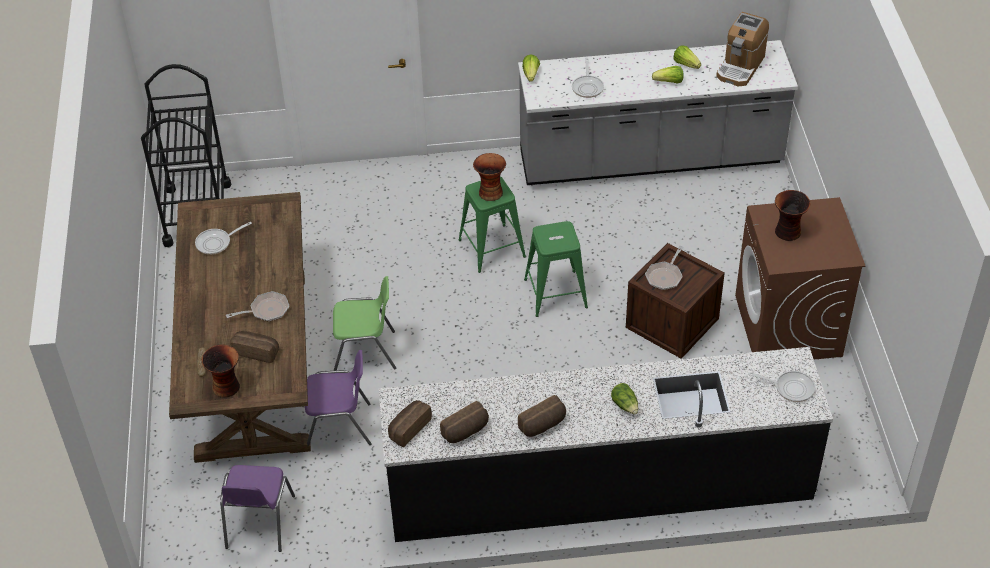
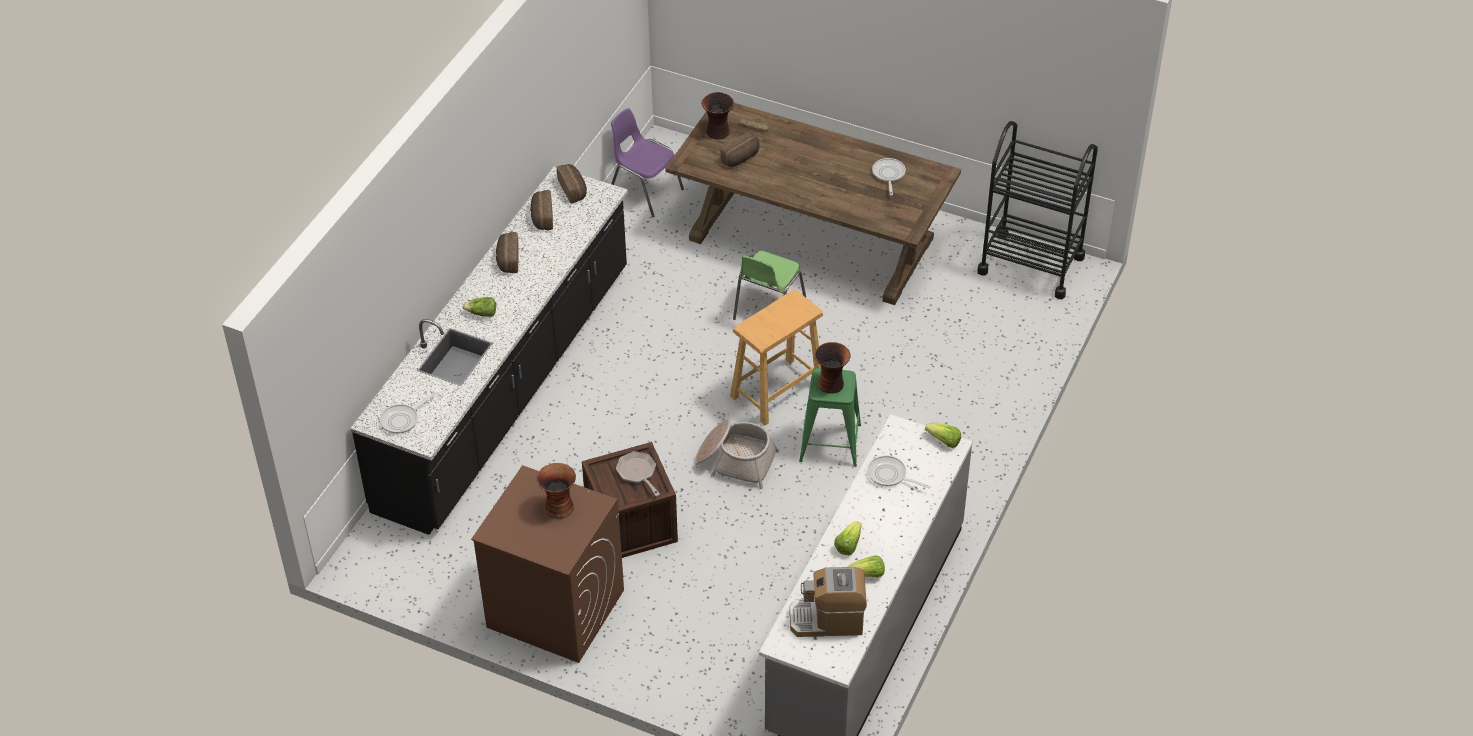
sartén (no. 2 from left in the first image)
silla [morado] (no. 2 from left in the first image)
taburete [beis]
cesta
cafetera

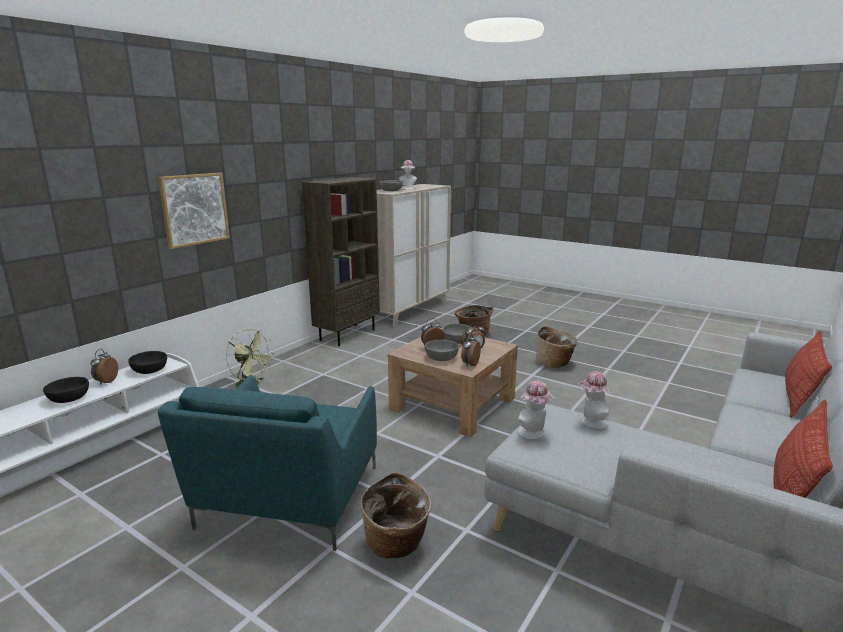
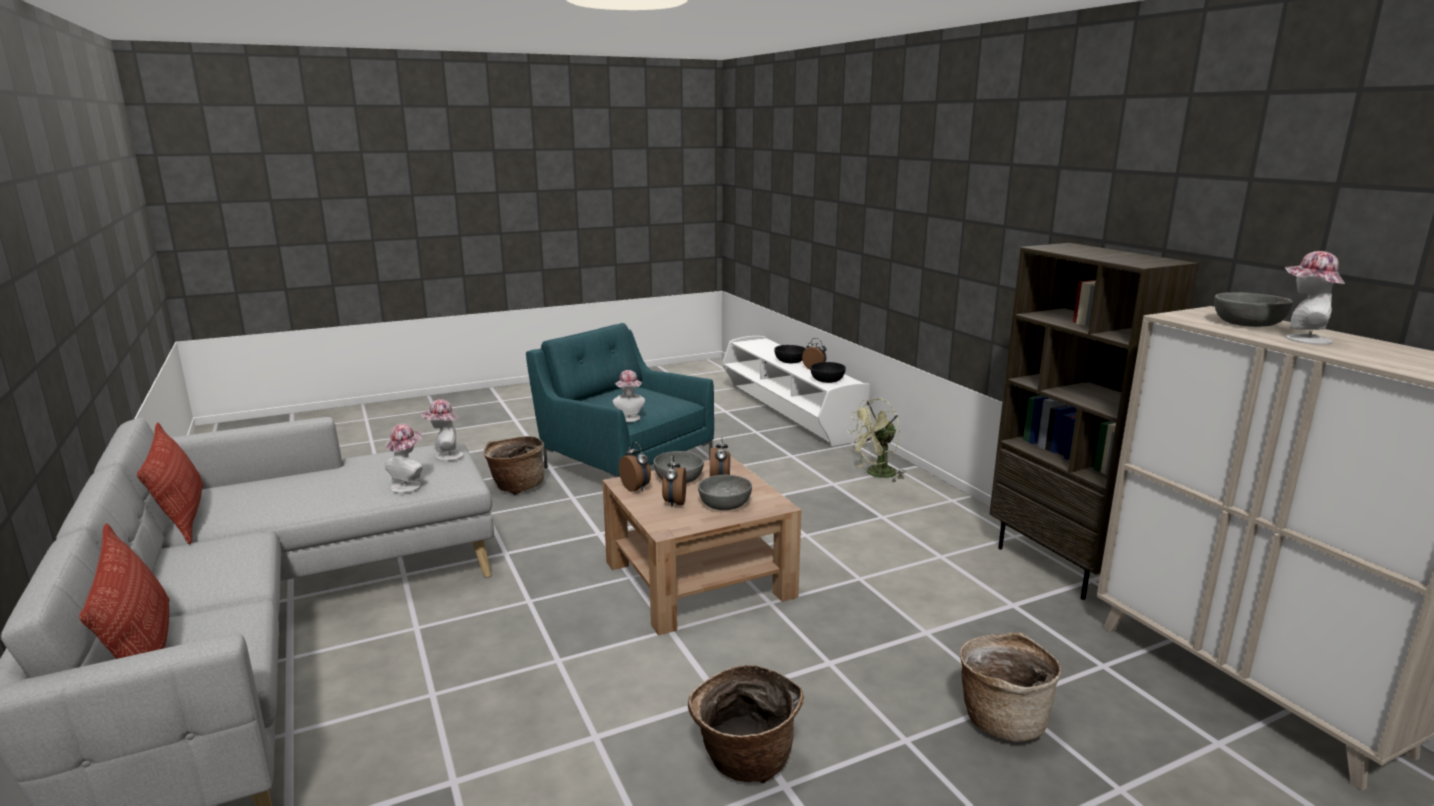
cuadro
sombrero (no. 3 from left)

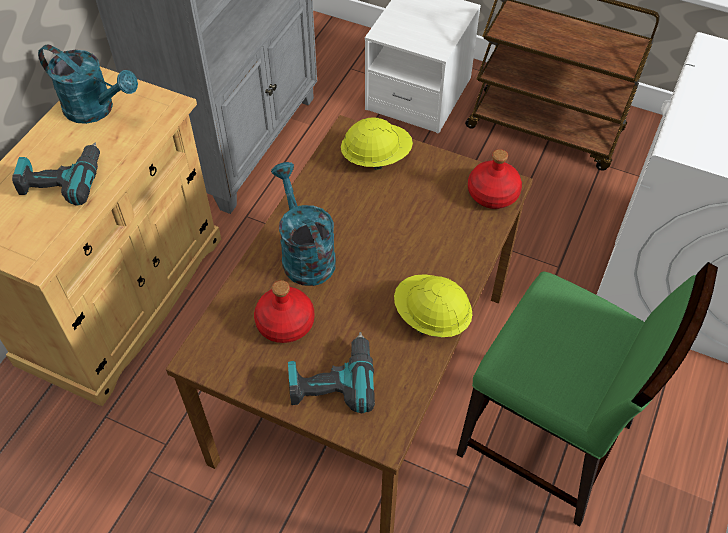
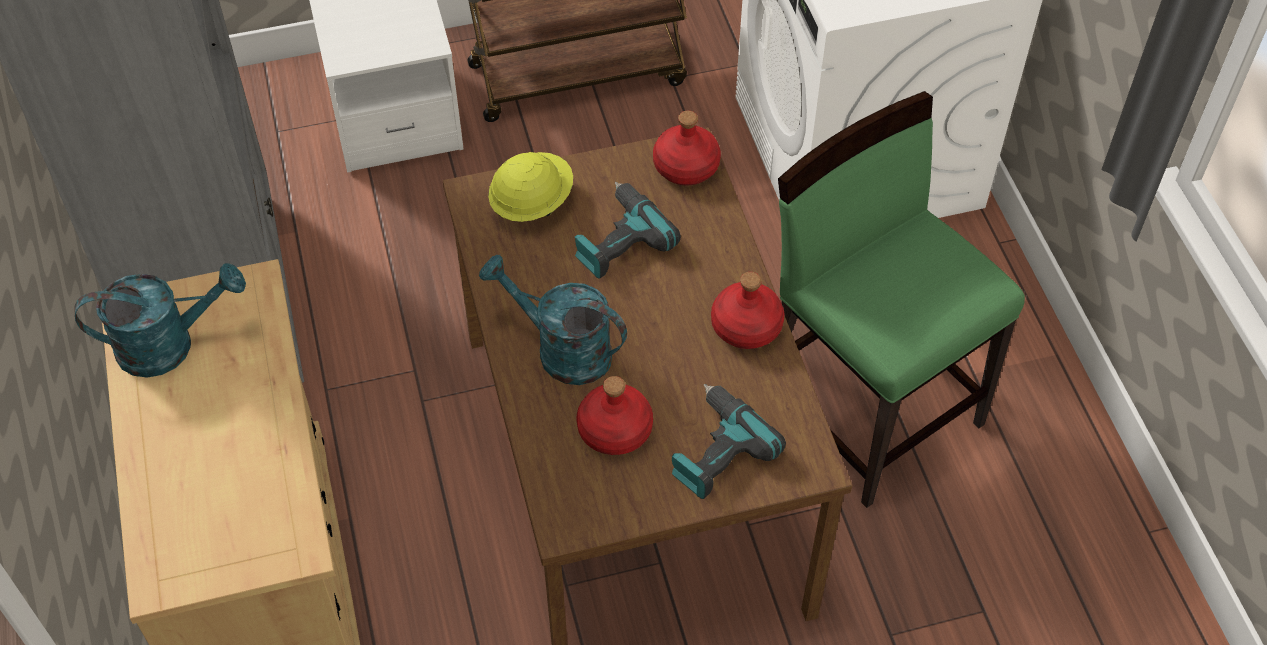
taladro (no. 1 from left)
botella [rojo] (no. 3 from left)
silla [verde]

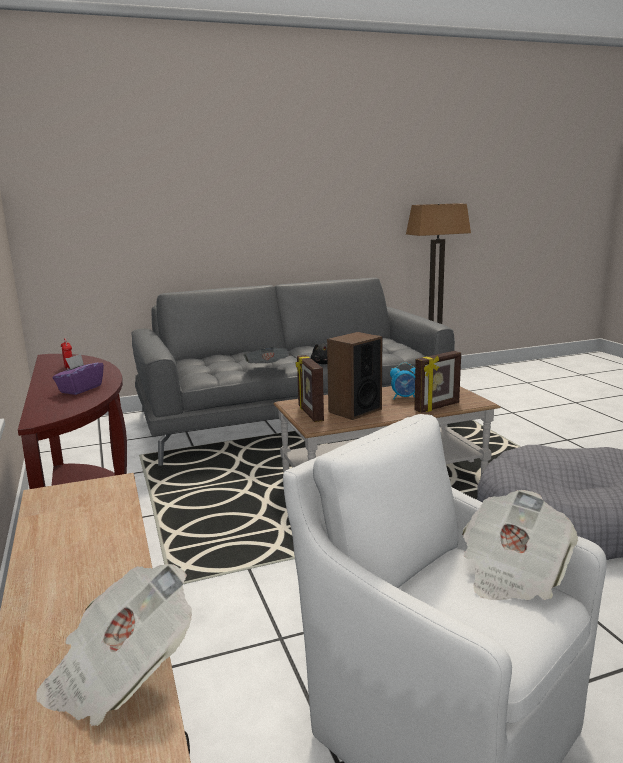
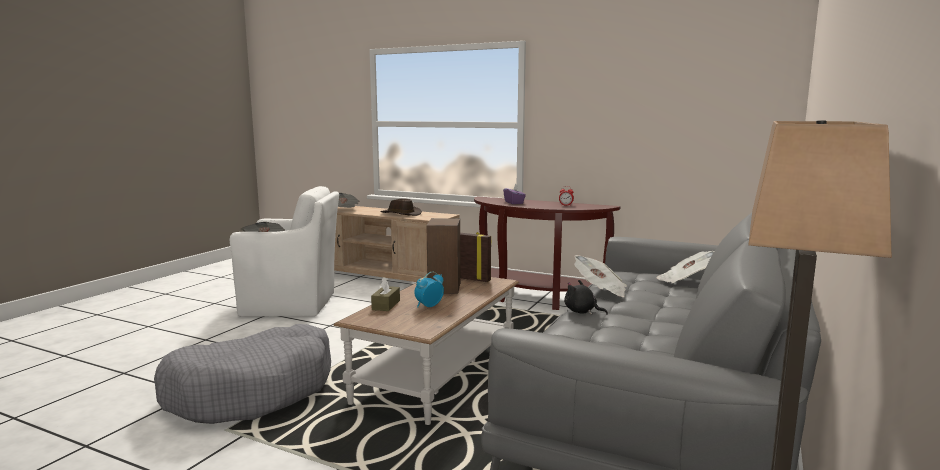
sombrero [marrón]
periódico (no. 4 from left)
caja de pañuelos [marrón]

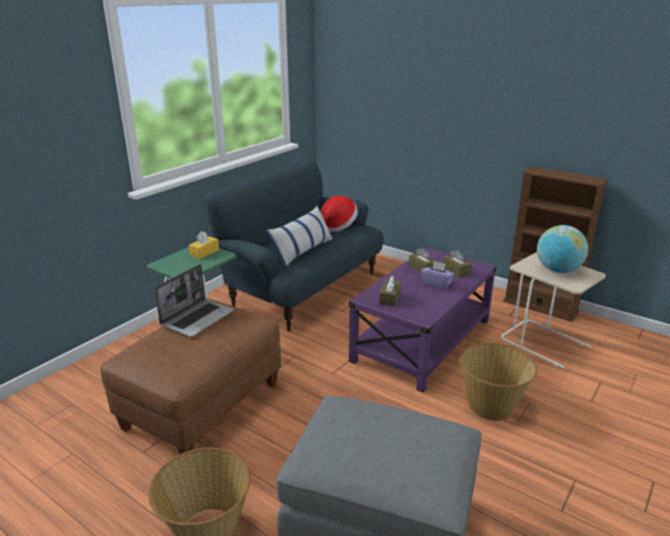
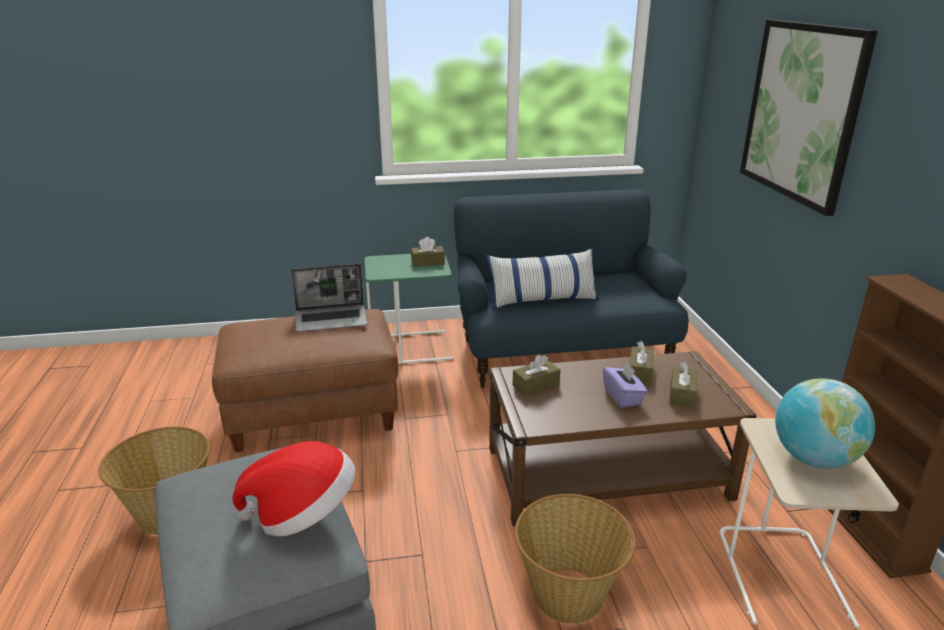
cuadro
sombrero
caja de pañuelos [marrón] (no. 1 from left)
mesa de centro [marrón]

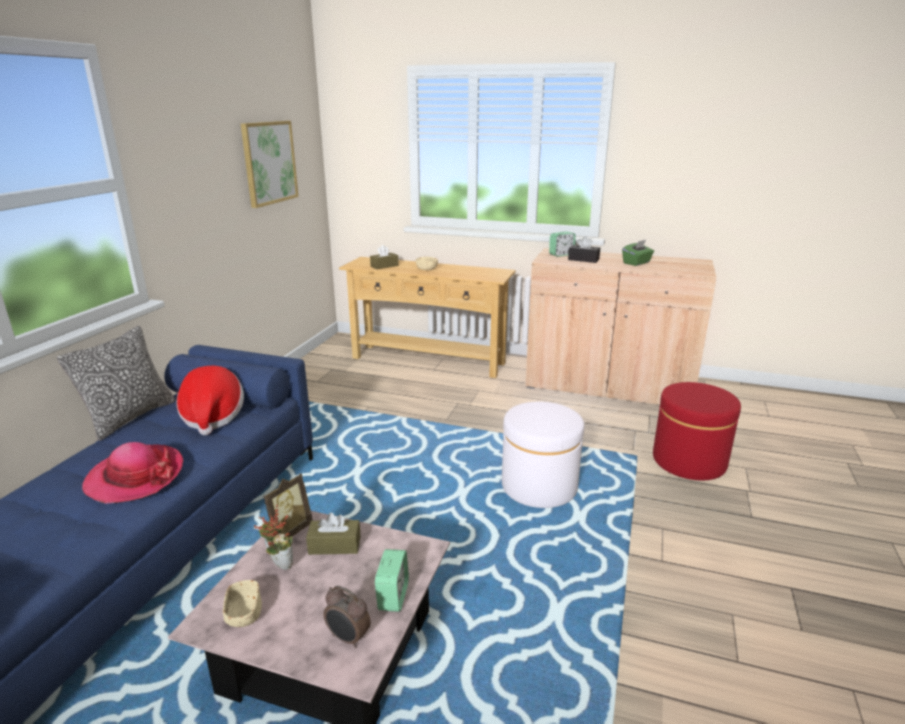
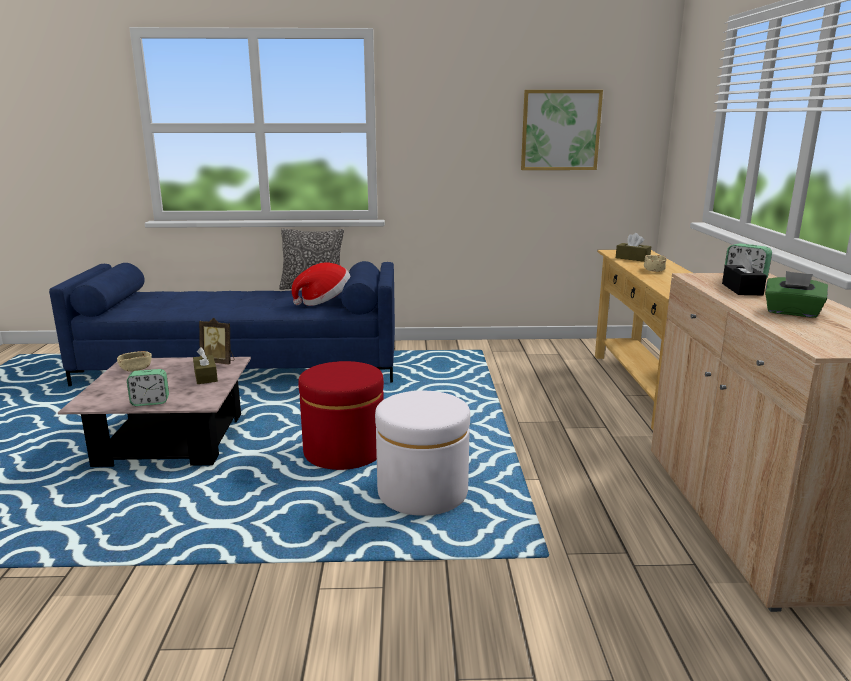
sombrero (no. 1 from left in the first image)
planta en maceta
despertador (no. 1 from left in the first image)
puf [rojo]

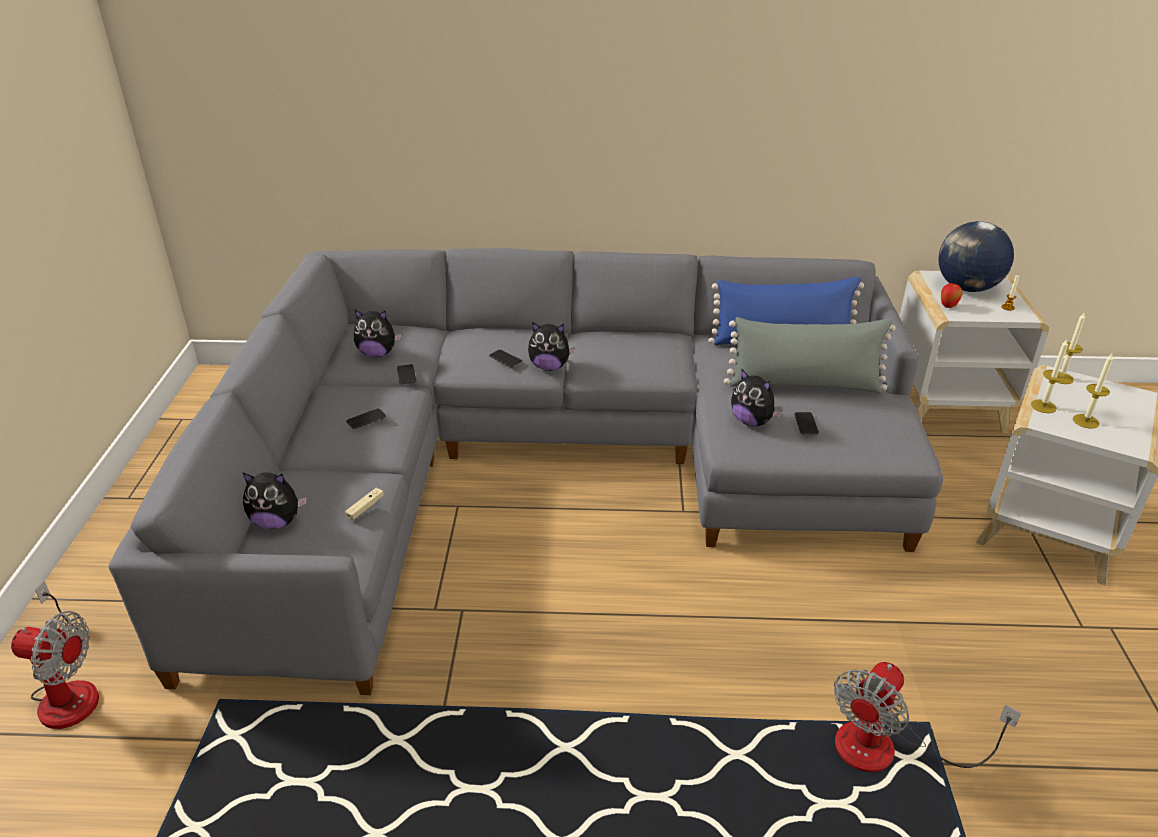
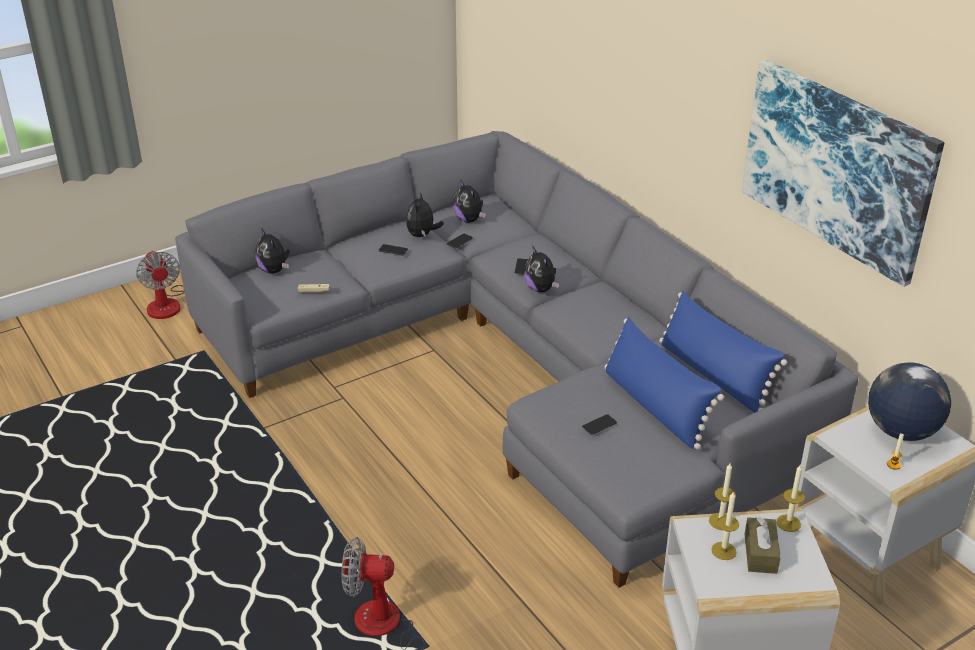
manzana
cuadro
caja de pañuelos [marrón]
peluche (no. 2 from left)
cojín [azul] (no. 1 from left)

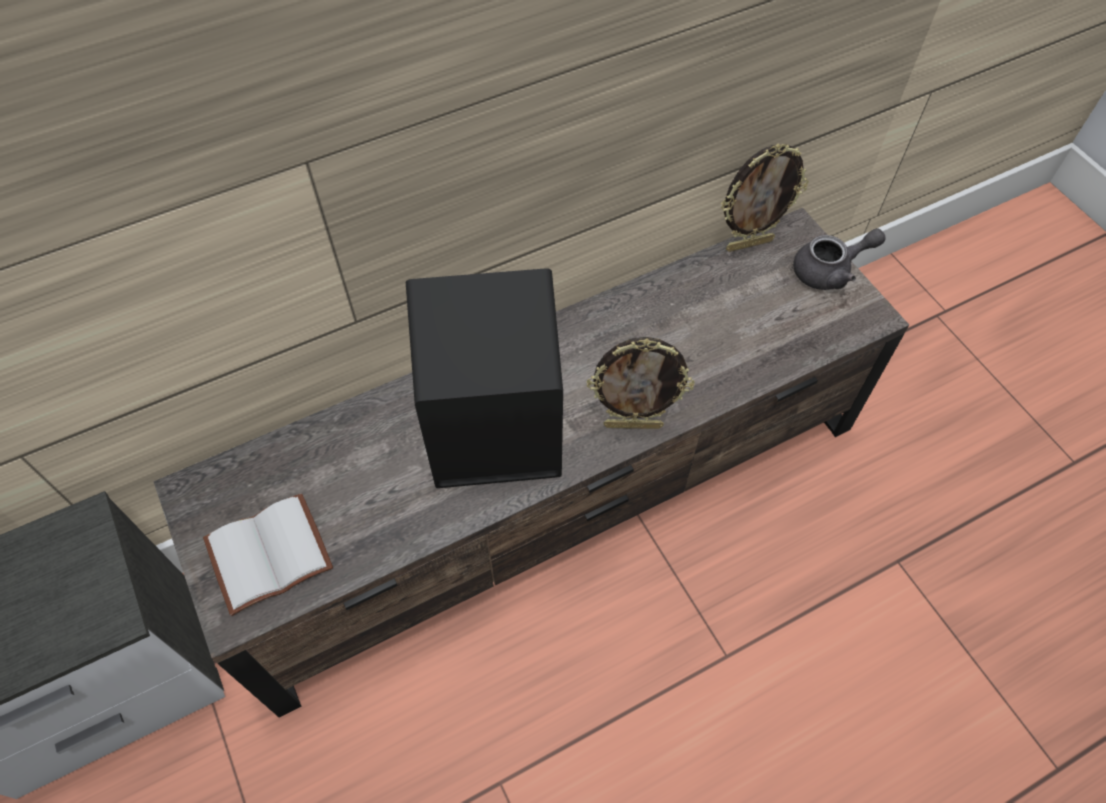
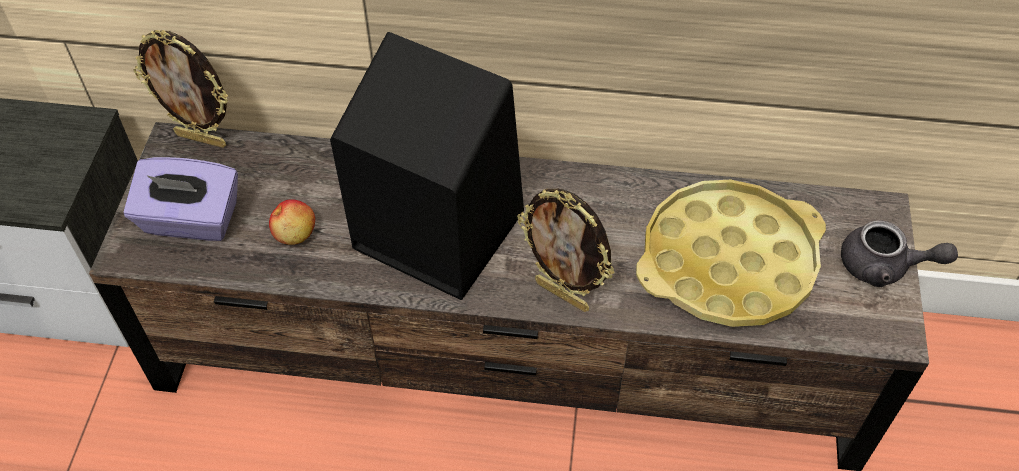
manzana
bandeja [amarillo]
portarretratos (no. 1 from left)
caja de pañuelos [morado]

